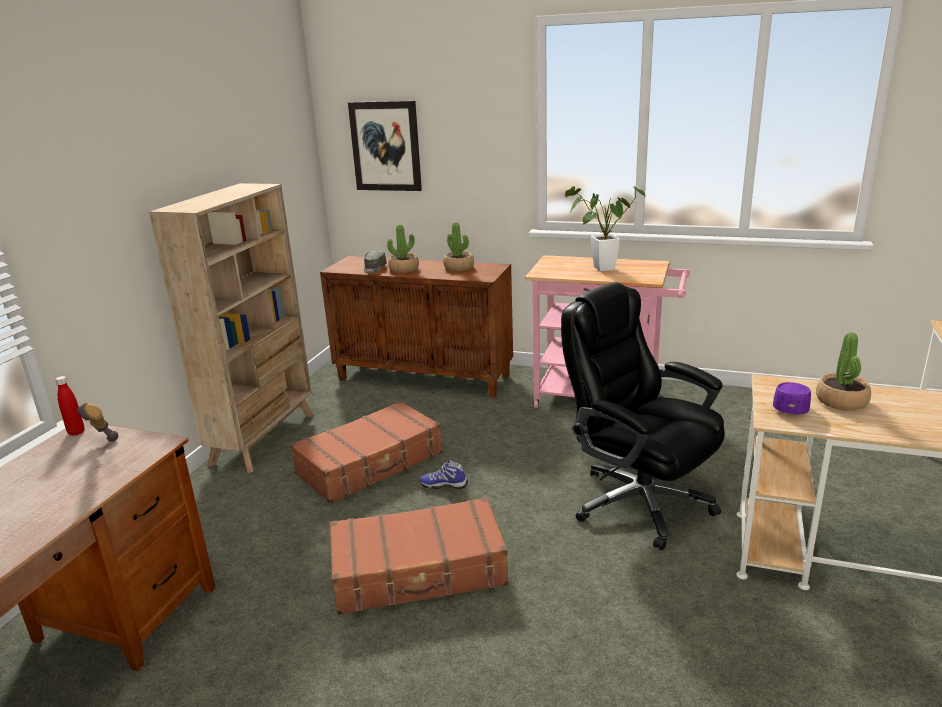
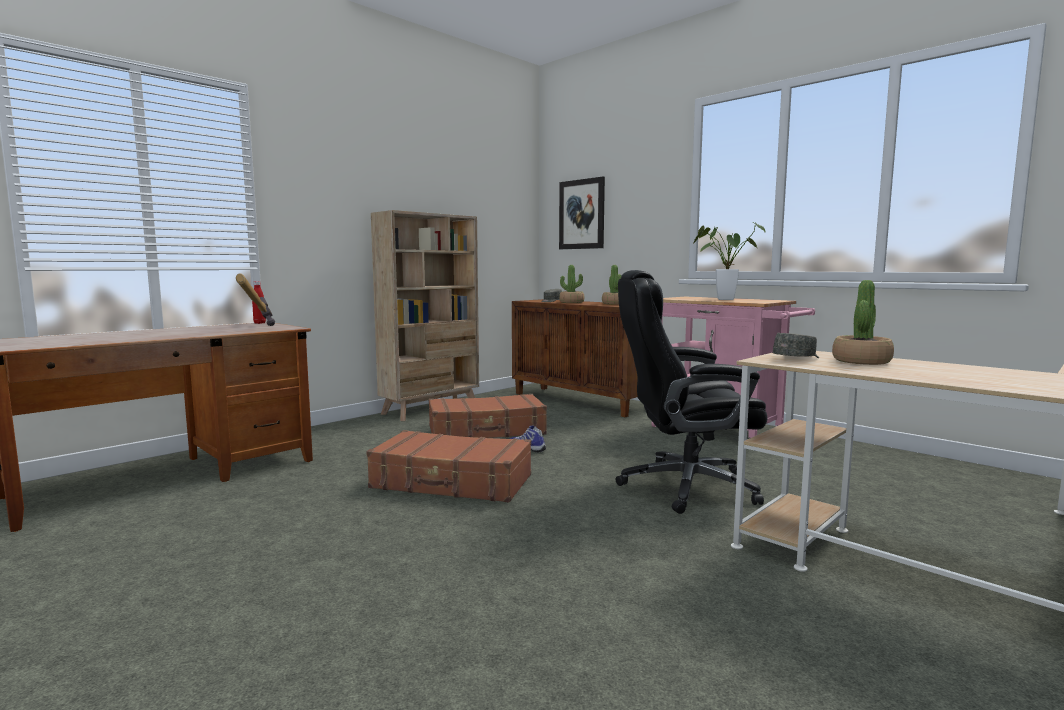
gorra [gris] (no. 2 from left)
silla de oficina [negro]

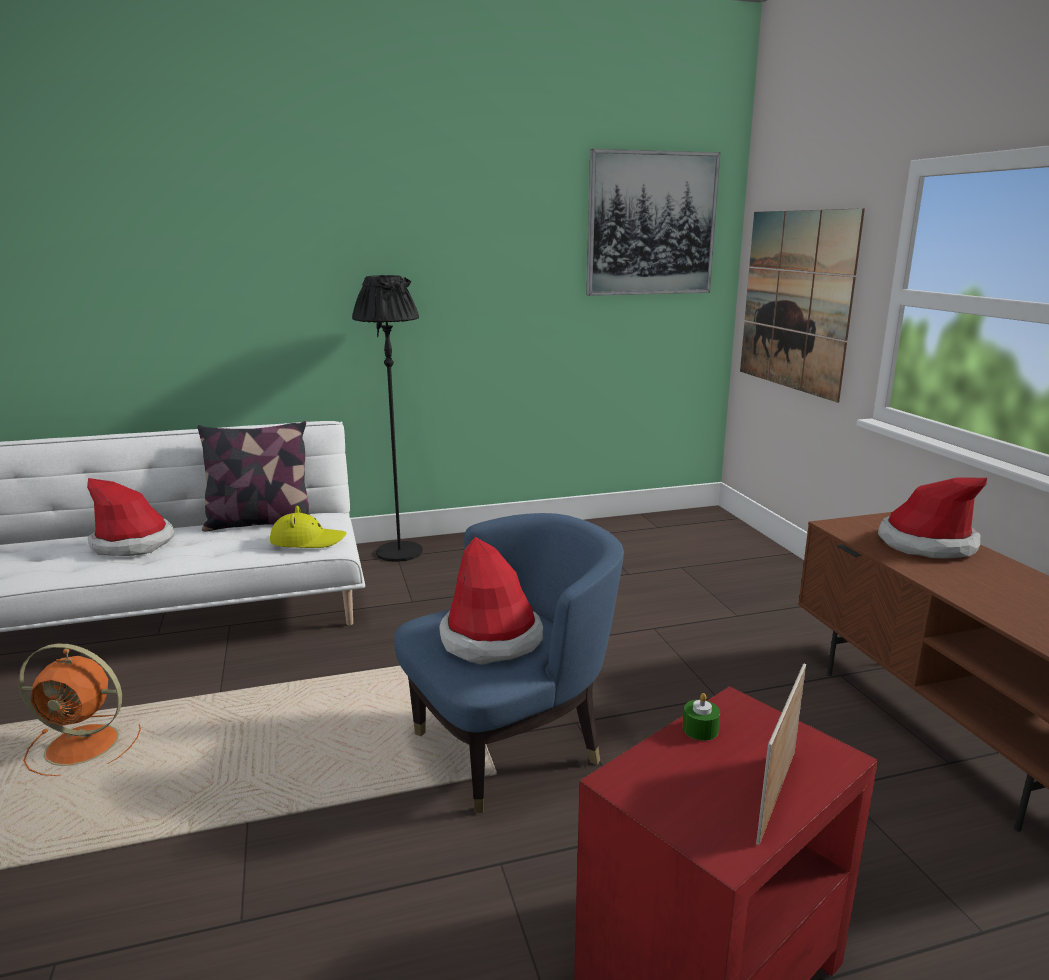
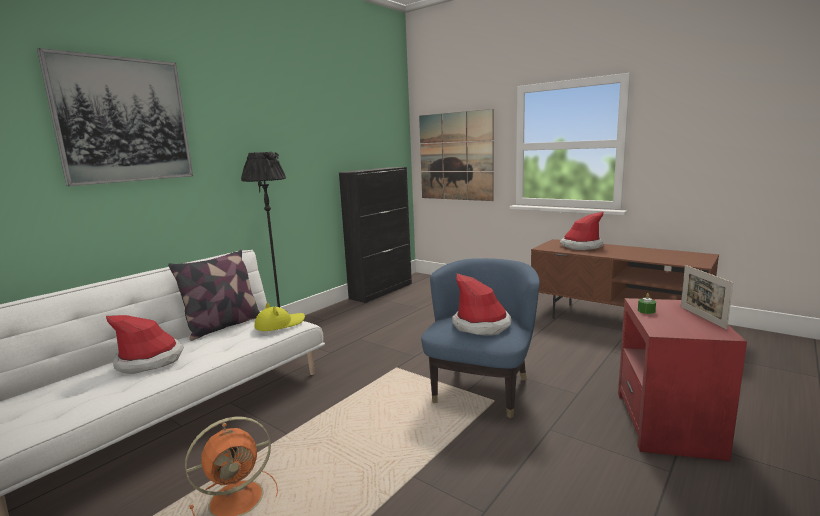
armario [negro]
cuadro (no. 1 from left)

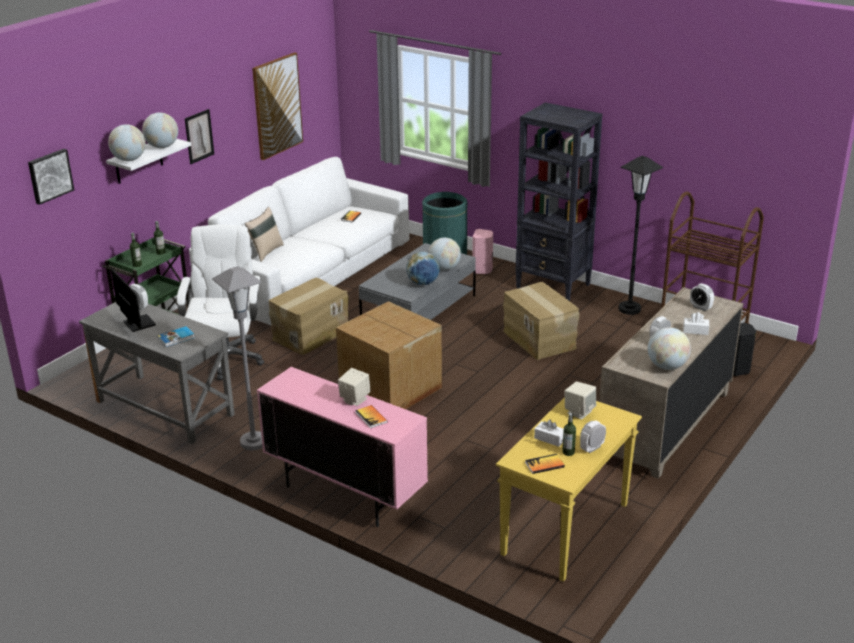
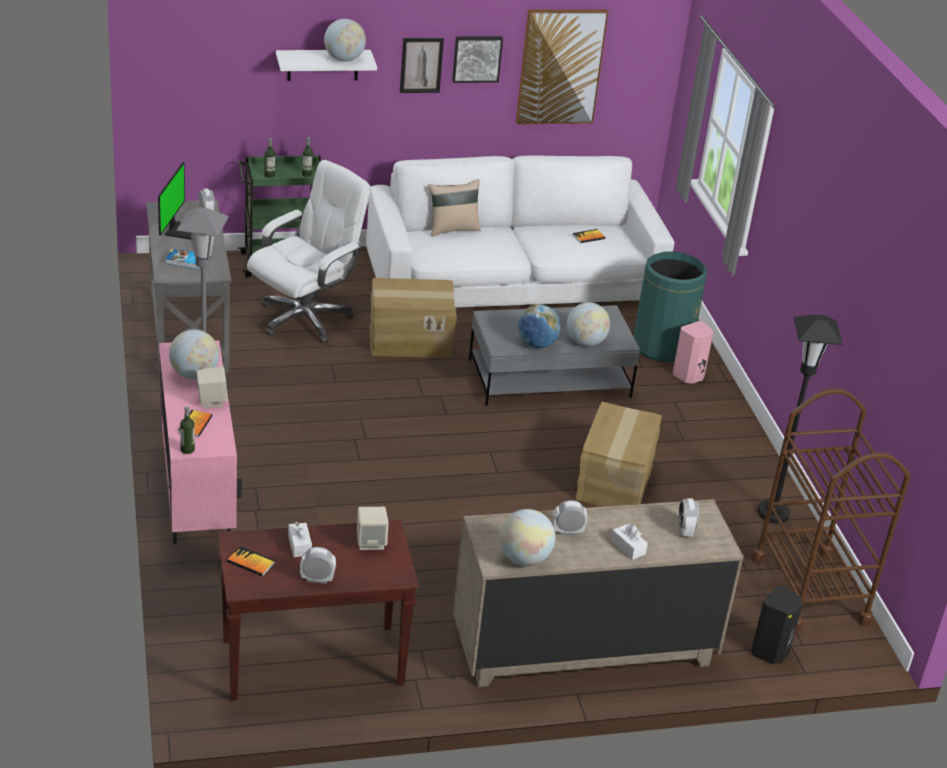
caja de cartón (no. 2 from left in the first image)
estantería [negro]
cuadro (no. 2 from left)
globo terráqueo (no. 1 from left)
botella (no. 1 from left)
mesa consola [marrón]

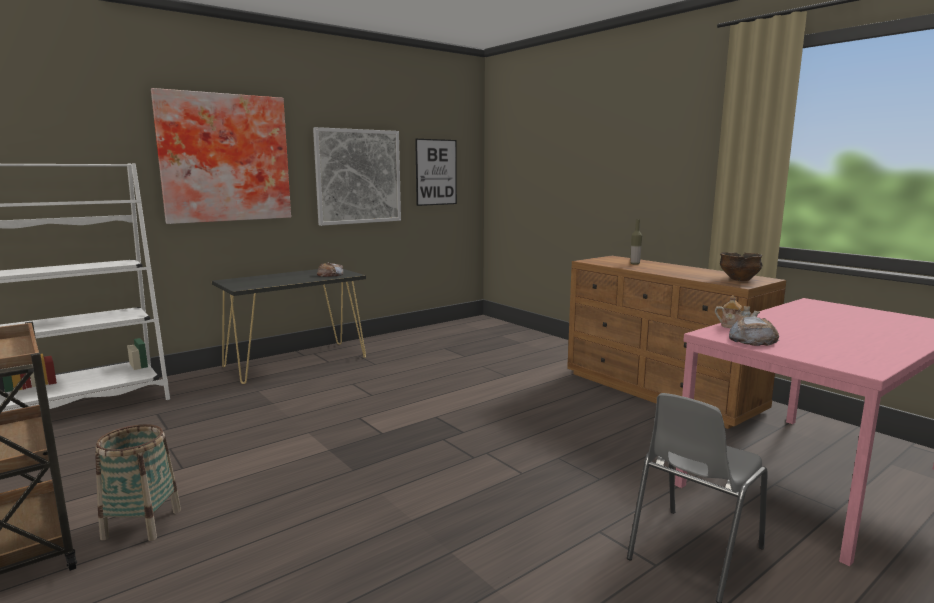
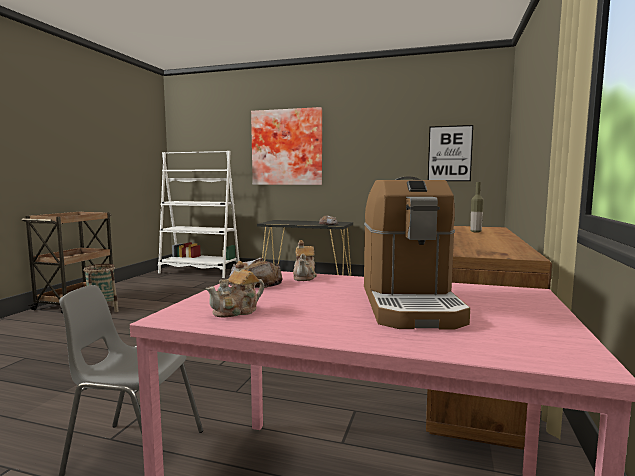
cuadro (no. 2 from left in the first image)
cuenco
tetera (no. 1 from left)
cafetera

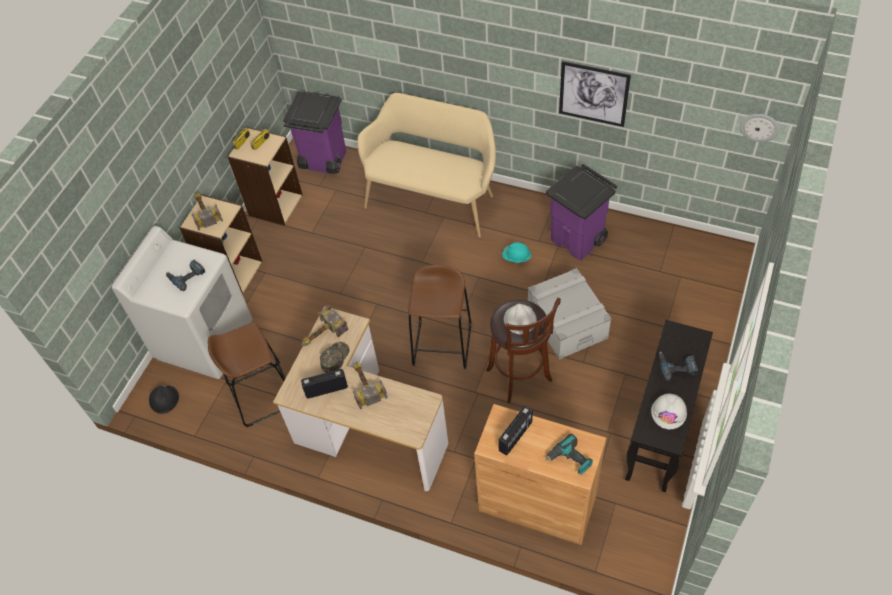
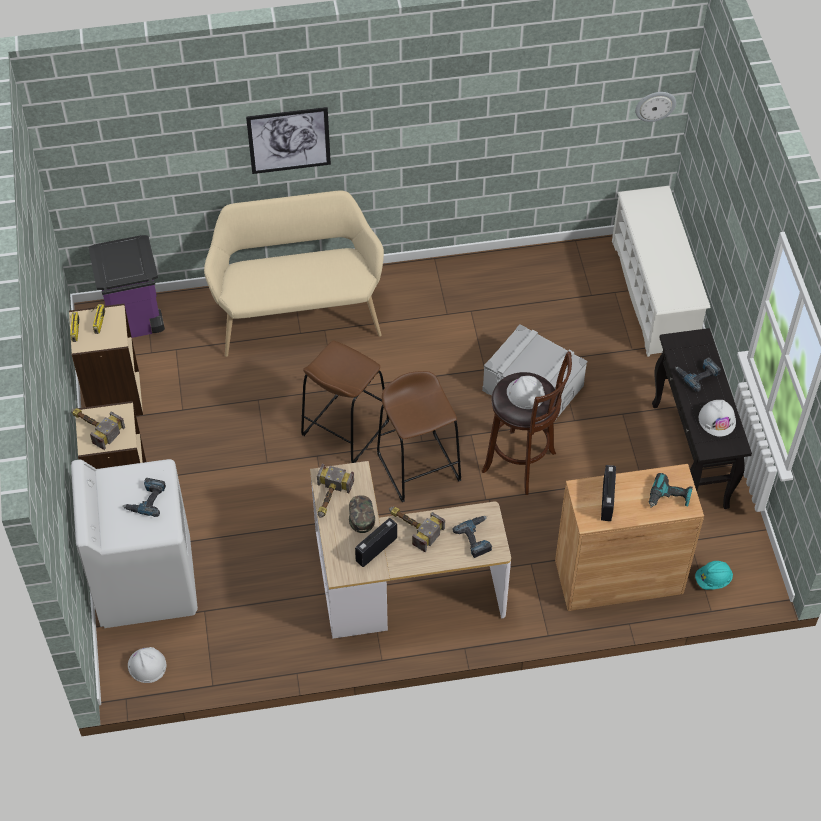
papelera [morado] (no. 2 from left in the first image)
taladro (no. 2 from left)
zapatero [blanco]
taburete [marrón] (no. 1 from left)
casco [turquesa]
cuadro
casco [blanco] (no. 1 from left)

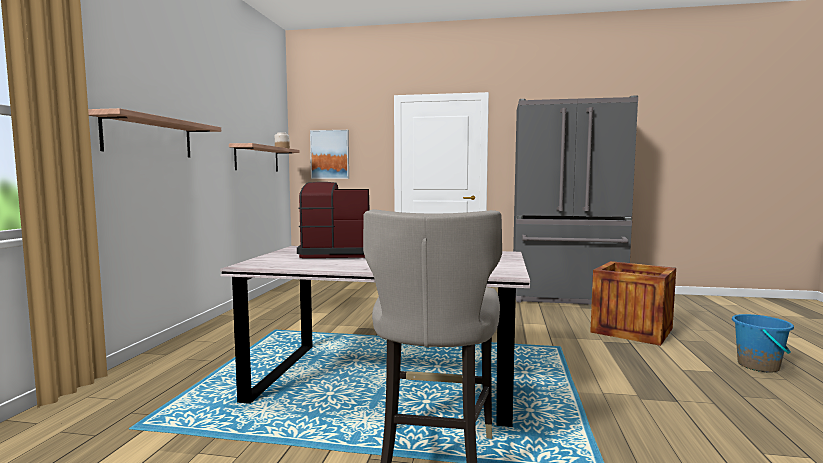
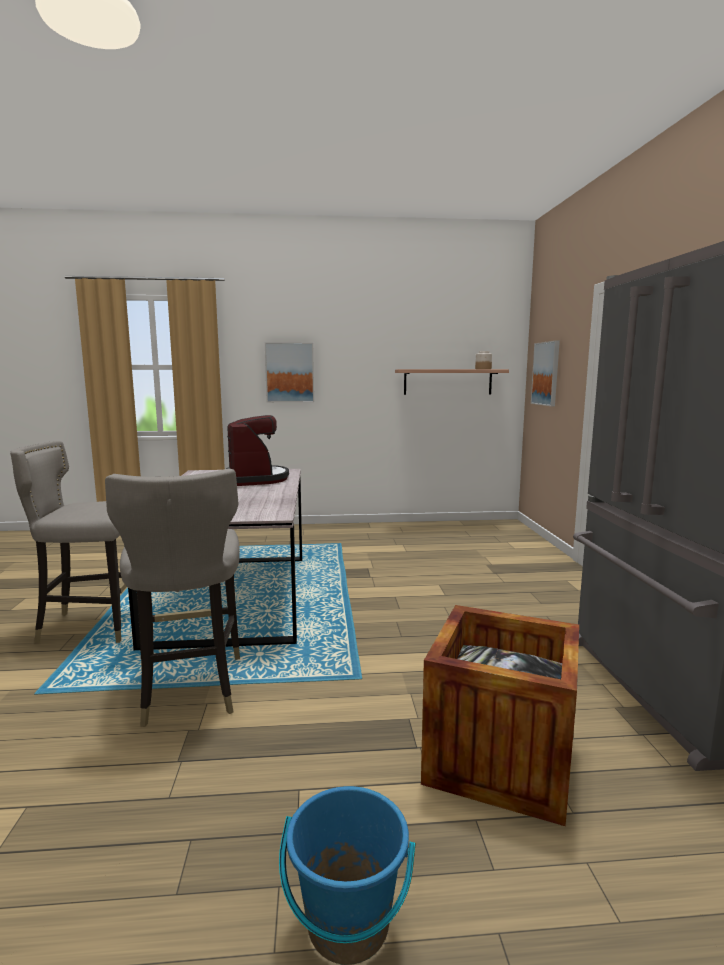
taburete [gris] (no. 2 from left)
cuadro (no. 1 from left)

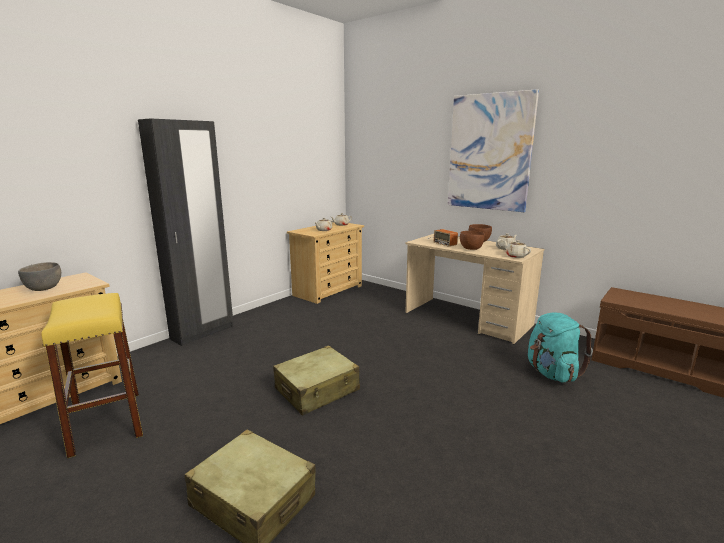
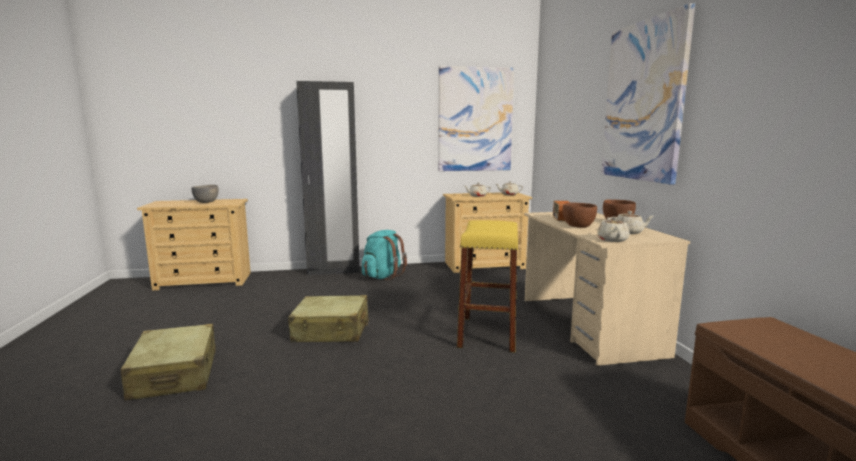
cuadro (no. 1 from left)
taburete [amarillo]
mochila [turquesa]

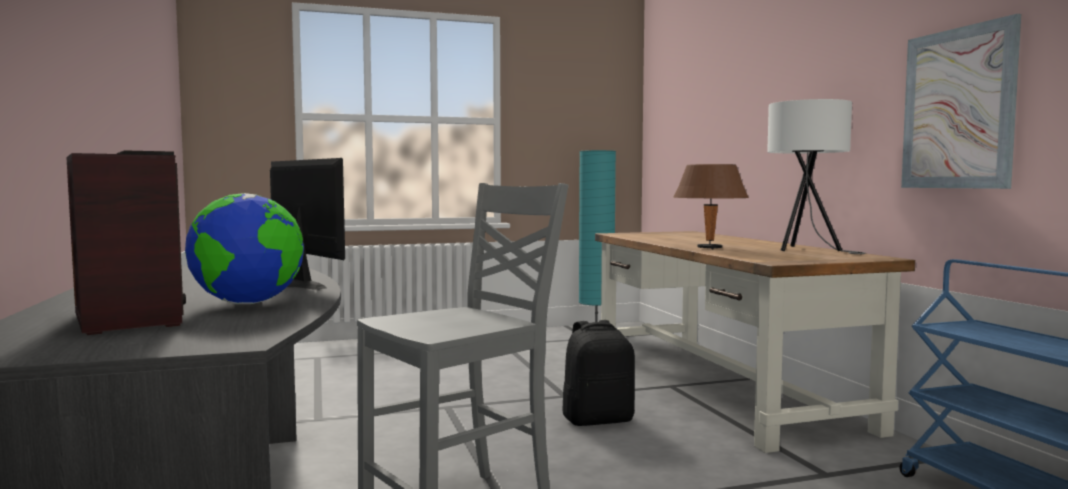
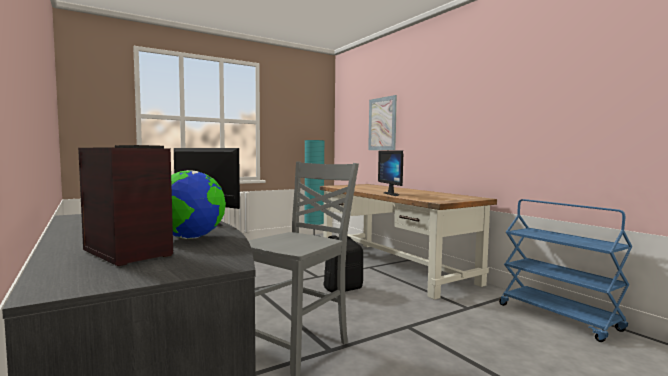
lámpara de mesa [blanco]
cuadro
monitor (no. 2 from left)

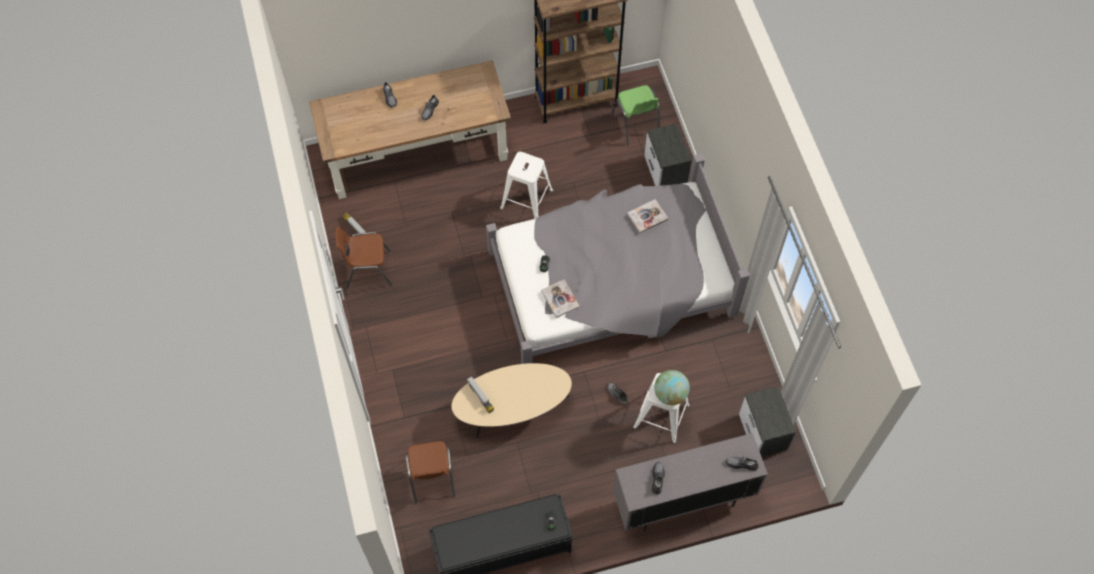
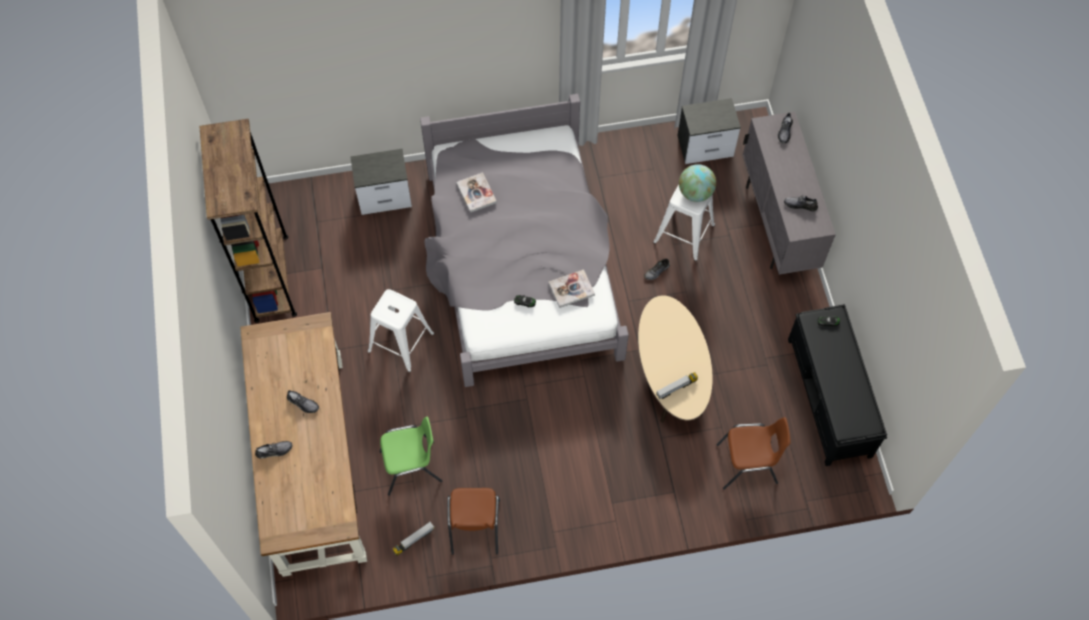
silla [verde]

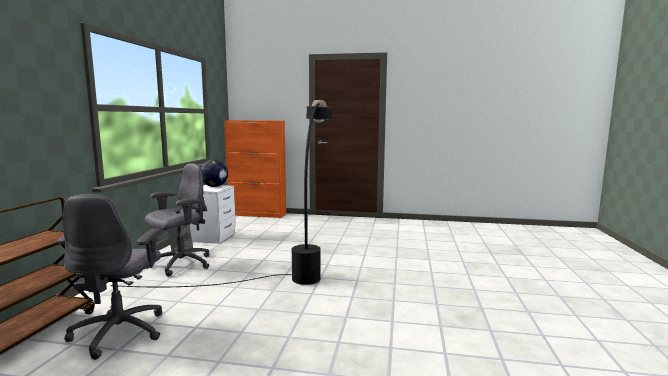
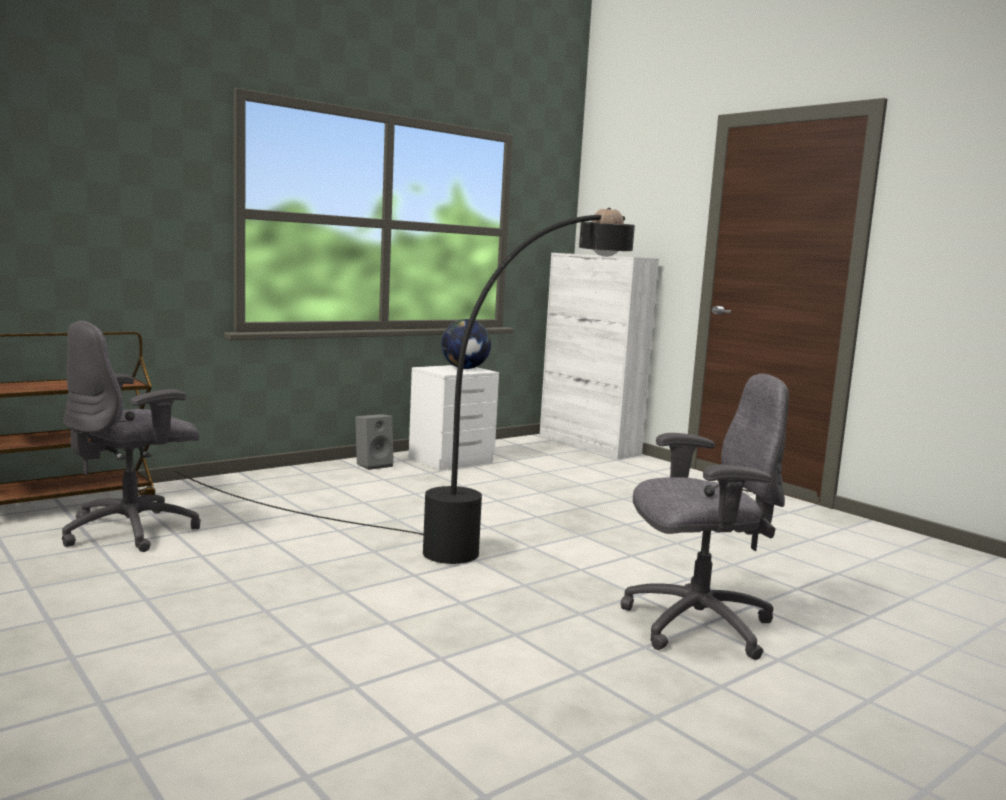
silla de oficina [gris] (no. 2 from left)
armario [blanco]

